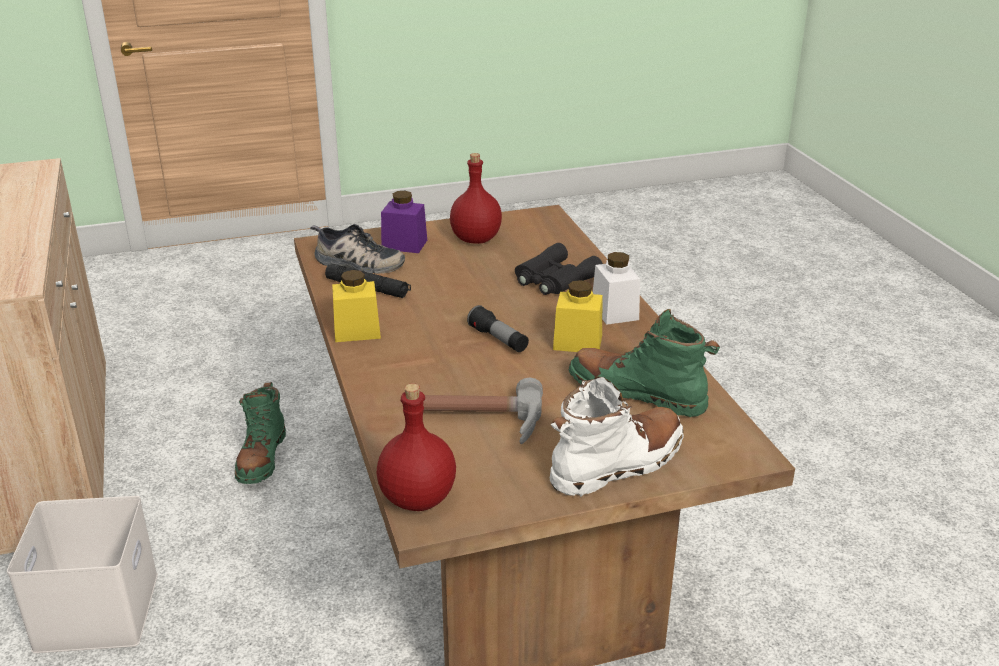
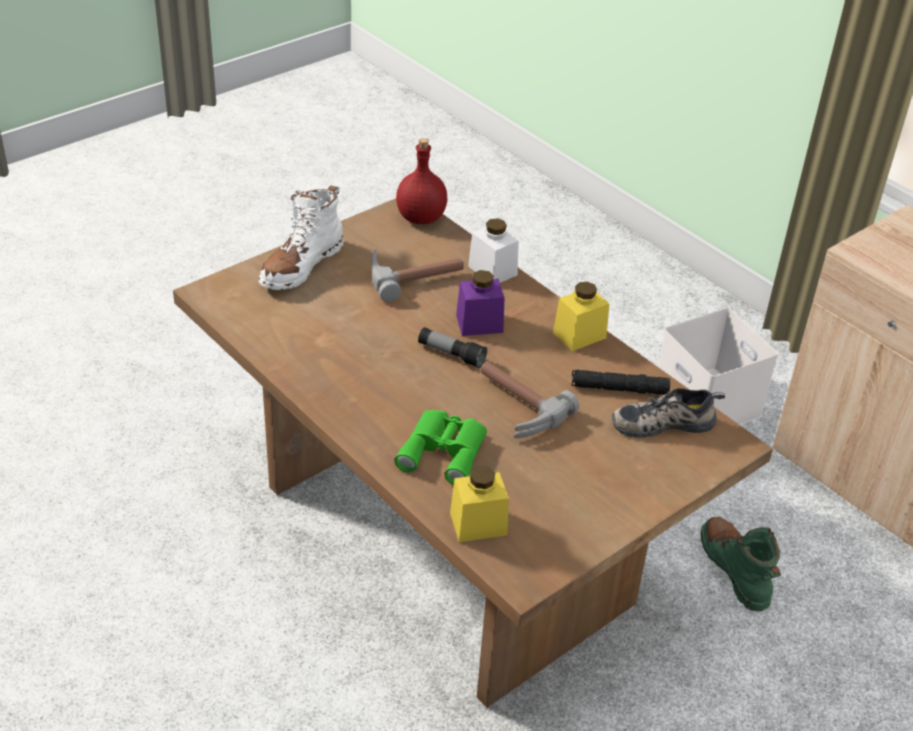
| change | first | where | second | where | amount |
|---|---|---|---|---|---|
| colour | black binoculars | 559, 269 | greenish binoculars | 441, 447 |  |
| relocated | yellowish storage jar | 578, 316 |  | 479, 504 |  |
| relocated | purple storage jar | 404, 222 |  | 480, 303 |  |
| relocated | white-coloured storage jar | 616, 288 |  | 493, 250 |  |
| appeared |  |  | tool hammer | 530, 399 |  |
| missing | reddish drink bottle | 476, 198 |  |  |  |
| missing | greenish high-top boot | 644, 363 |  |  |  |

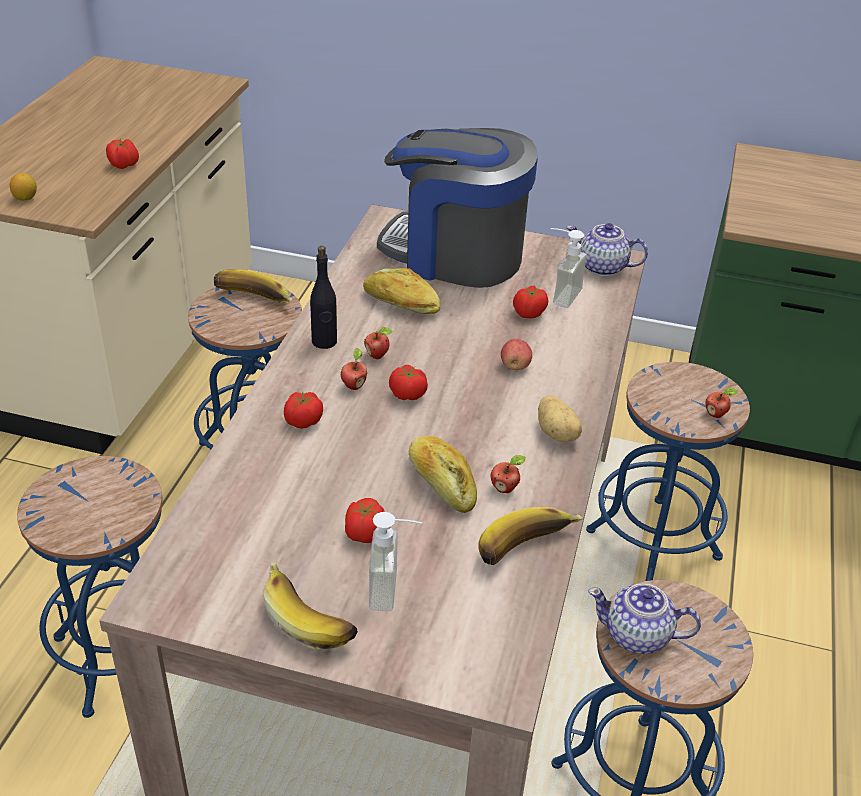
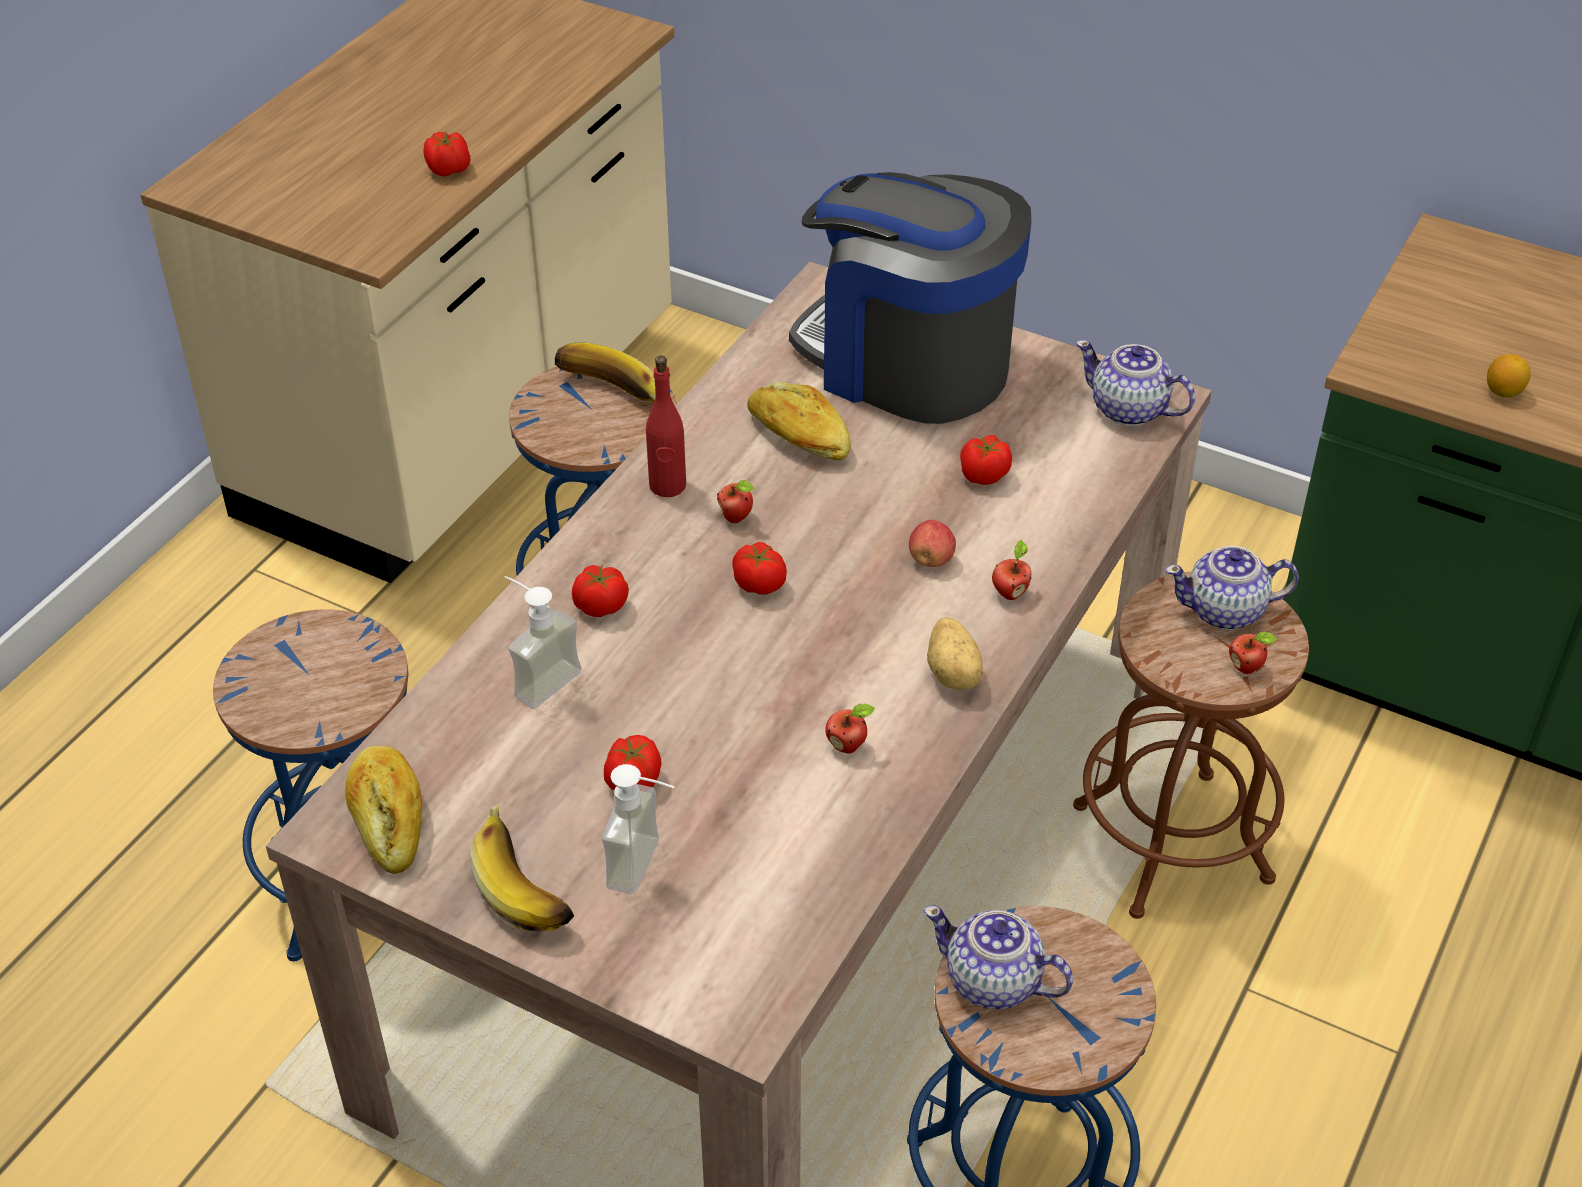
| change | first | where | second | where | amount |
|---|---|---|---|---|---|
| relocated | bread | 442, 474 |  | 383, 810 |  |
| relocated | soap bottle | 569, 268 |  | 543, 642 |  |
| colour | black drink bottle | 323, 297 | reddish drink bottle | 666, 426 |  |
| relocated | apple fruit | 354, 369 |  | 1011, 570 |  |
| colour | blue stool seat | 668, 471 | brown-coloured stool seat | 1191, 745 |  |
| appeared |  |  | teapot | 1232, 588 |  |
| relocated | whole lemon | 23, 187 |  | 1509, 375 |  |
| missing | whole banana | 530, 536 |  |  |  |

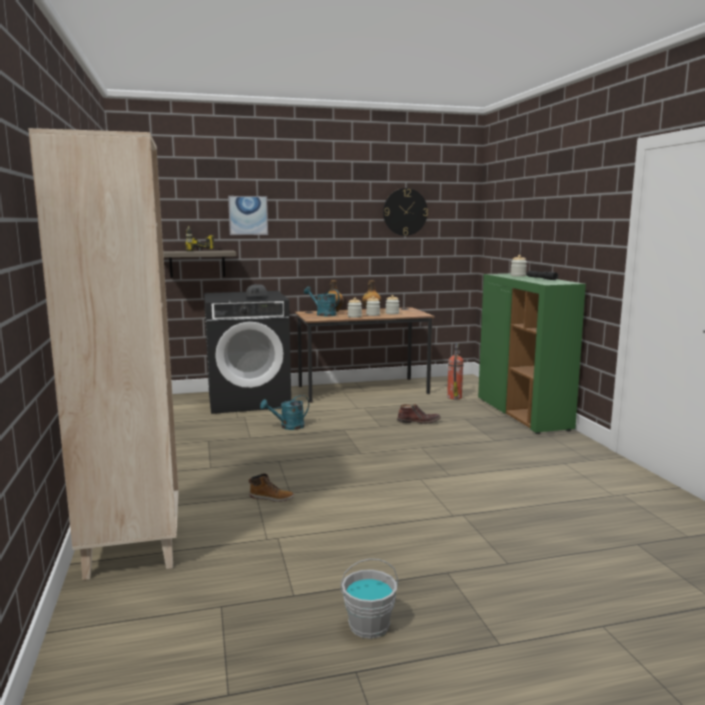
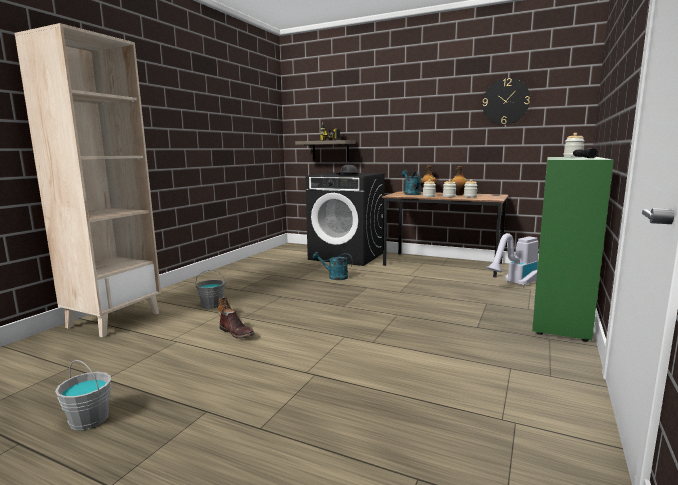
| change | first | where | second | where | amount |
|---|---|---|---|---|---|
| appeared |  |  | greyish water bucket | 210, 289 |  |
| relocated | brown-coloured high-top boot | 419, 414 |  | 237, 324 |  |
| exchanged | fire extinguisher | 455, 371 | vacuum cleaner | 512, 259 |  |
| missing | wall picture | 248, 215 |  |  |  |

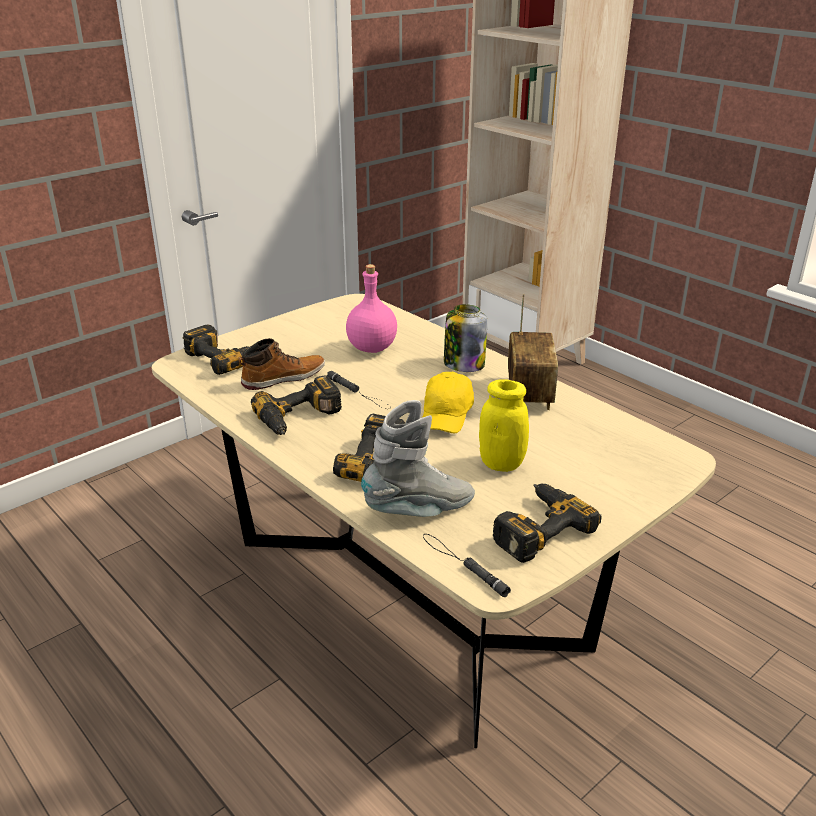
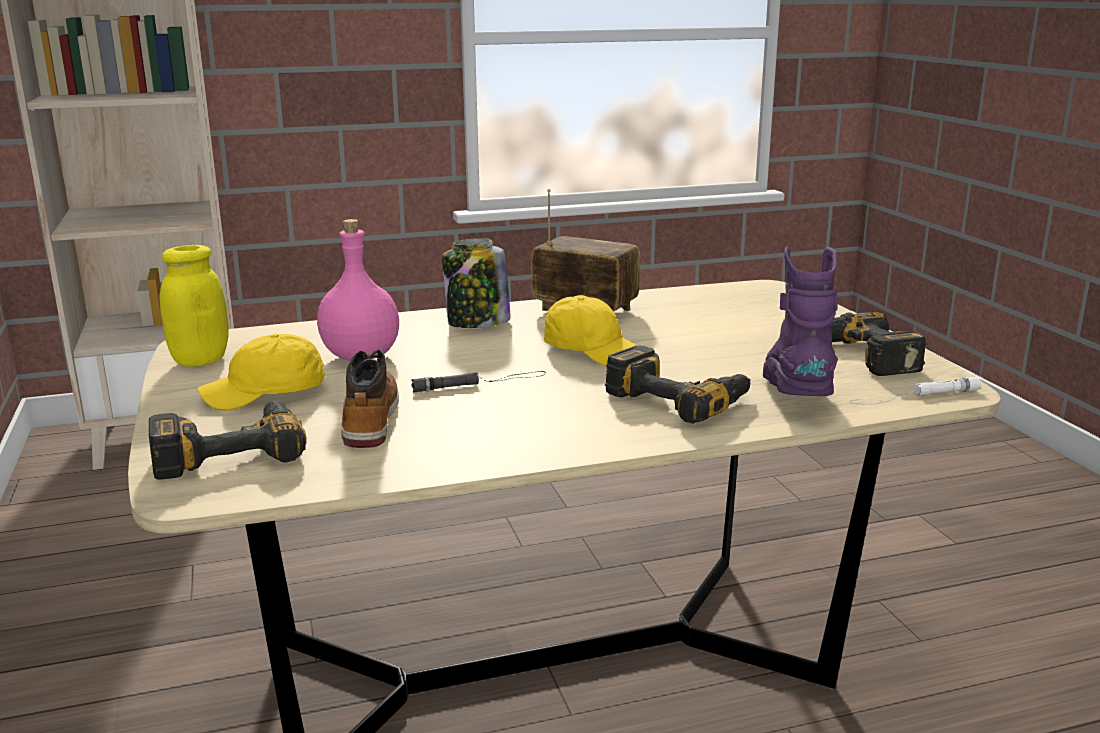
| change | first | where | second | where | amount |
|---|---|---|---|---|---|
| relocated | yellowish storage jar | 504, 425 |  | 194, 306 |  |
| appeared |  |  | yellowish cap | 261, 372 |  |
| colour | greyish high-top boot | 418, 458 | purple high-top boot | 800, 321 |  |
| colour | black hand torch | 467, 565 | white-coloured hand torch | 915, 391 |  |
| missing | drill | 296, 405 |  |  |  |

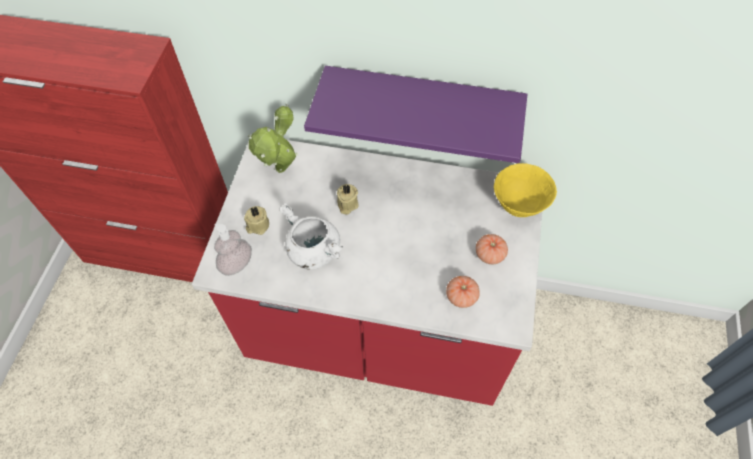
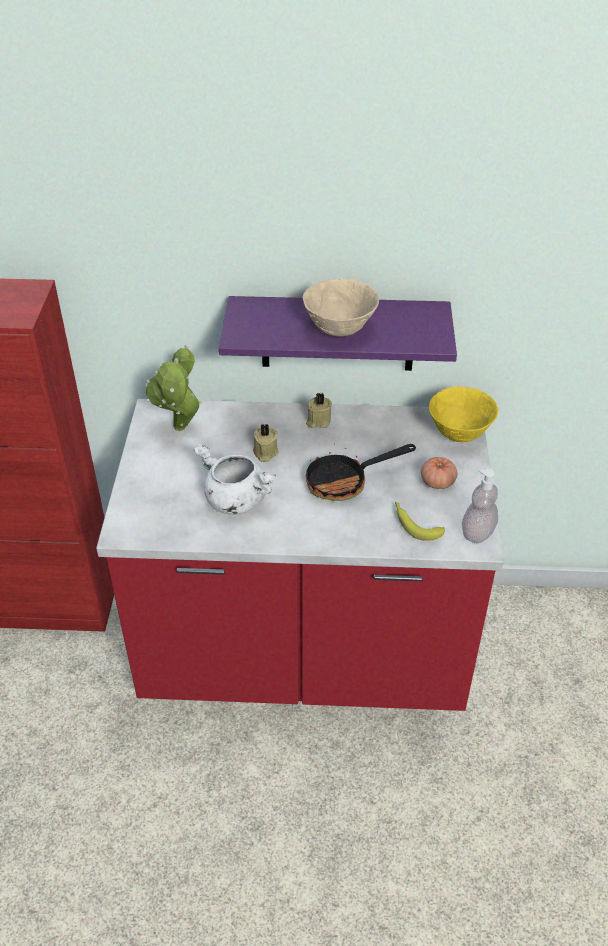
| change | first | where | second | where | amount |
|---|---|---|---|---|---|
| appeared |  |  | beige-coloured bowl | 341, 307 |  |
| relocated | beige-coloured wax light | 256, 220 |  | 319, 410 |  |
| appeared |  |  | frying pan | 361, 472 |  |
| exchanged | whole tomato | 463, 292 | whole banana | 420, 521 |  |
| relocated | soap bottle | 233, 249 |  | 480, 506 |  |

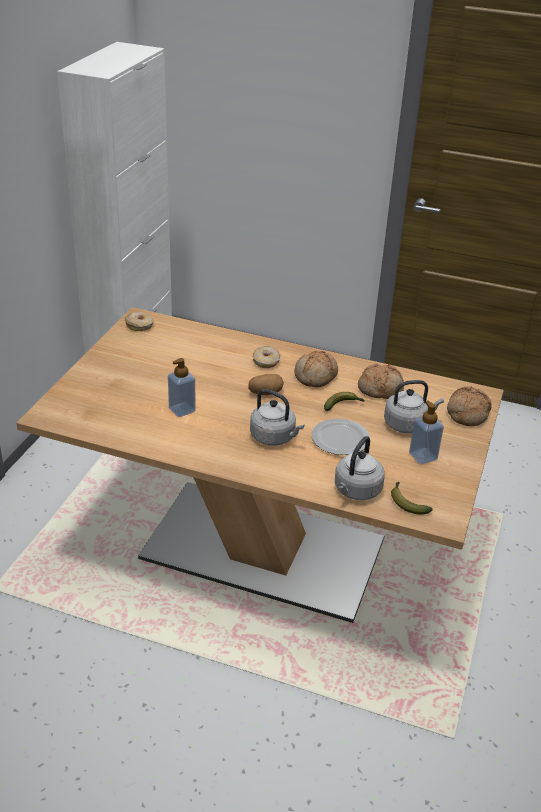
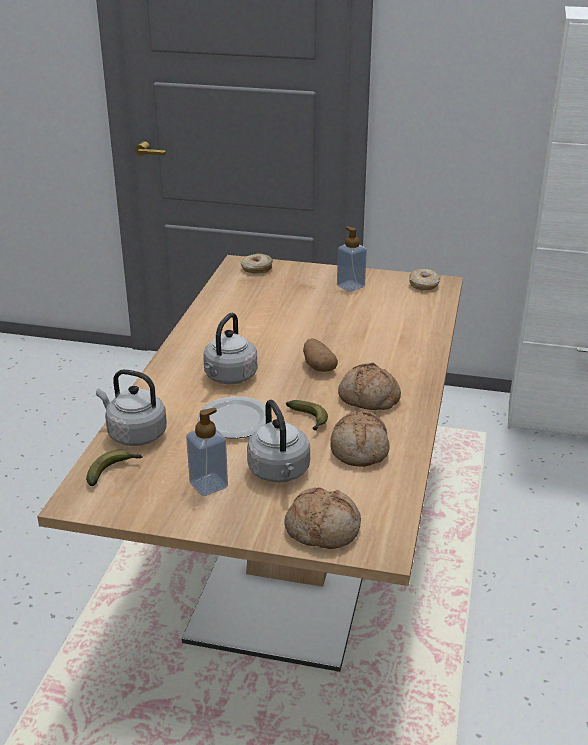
| change | first | where | second | where | amount |
|---|---|---|---|---|---|
| relocated | donut | 266, 357 |  | 257, 264 |  |
| relocated | soap bottle | 182, 387 |  | 352, 259 |  |

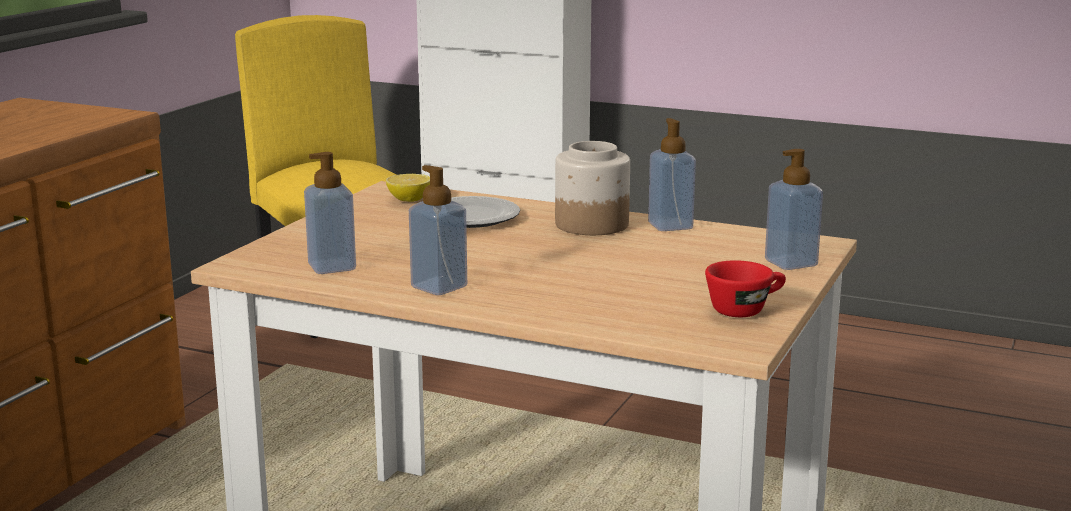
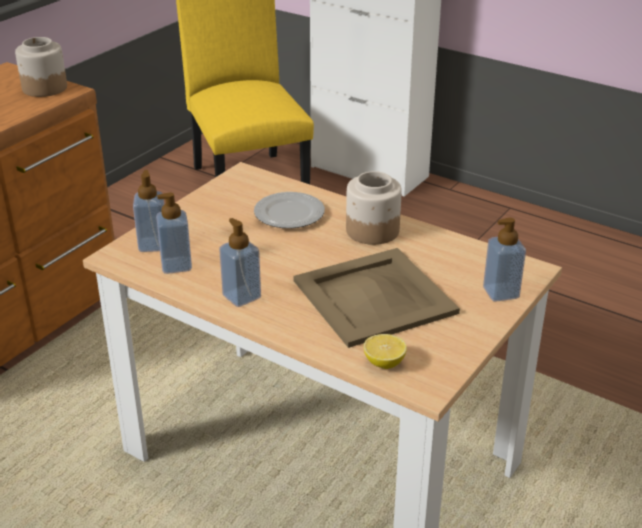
| change | first | where | second | where | amount |
|---|---|---|---|---|---|
| appeared |  |  | storage jar | 41, 67 |  |
| relocated | soap bottle | 672, 174 |  | 148, 211 |  |
| appeared |  |  | beige-coloured tray | 376, 298 |  |
| relocated | whole lemon | 408, 188 |  | 385, 351 |  |
| missing | reddish cup | 745, 288 |  |  |  |

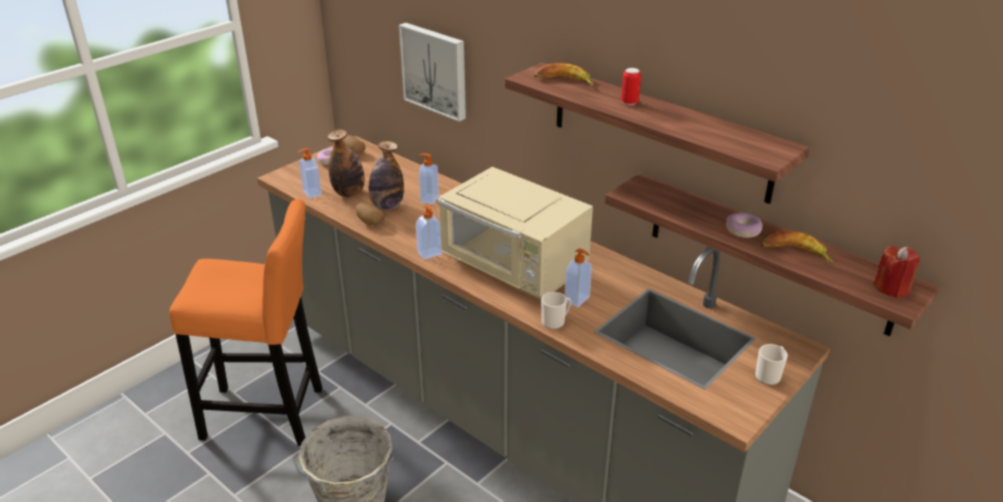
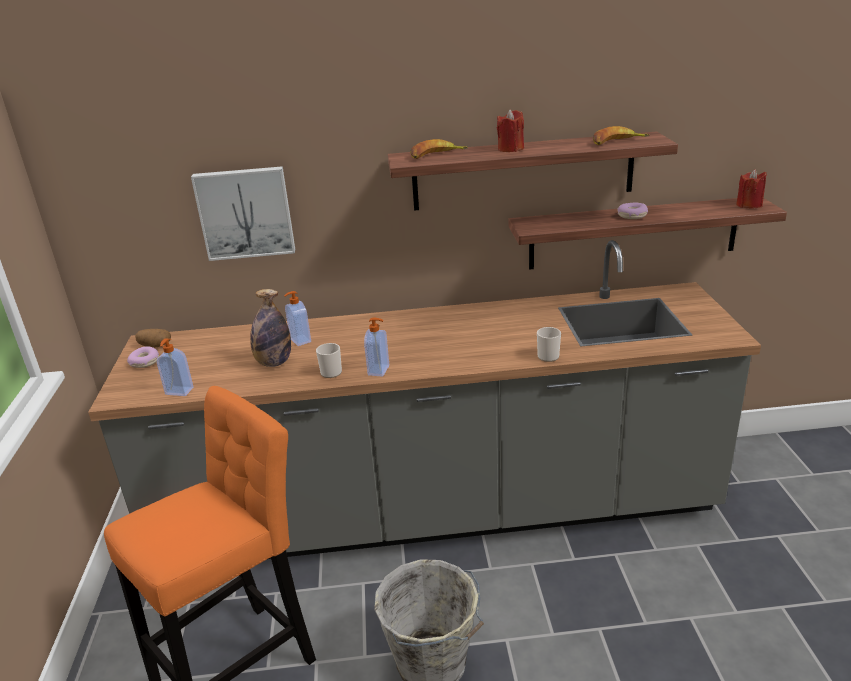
| change | first | where | second | where | amount |
|---|---|---|---|---|---|
| relocated | mug | 771, 364 |  | 329, 360 |  |
| exchanged | metal can | 631, 86 | reddish wax light | 510, 131 |  |
| relocated | whole banana | 797, 247 |  | 621, 135 |  |
| missing | drink bottle | 346, 163 |  |  |  |
| missing | potato | 370, 214 |  |  |  |
| missing | beige-coloured microwave | 515, 233 |  |  |  |
| missing | soap bottle | 578, 278 |  |  |  |

